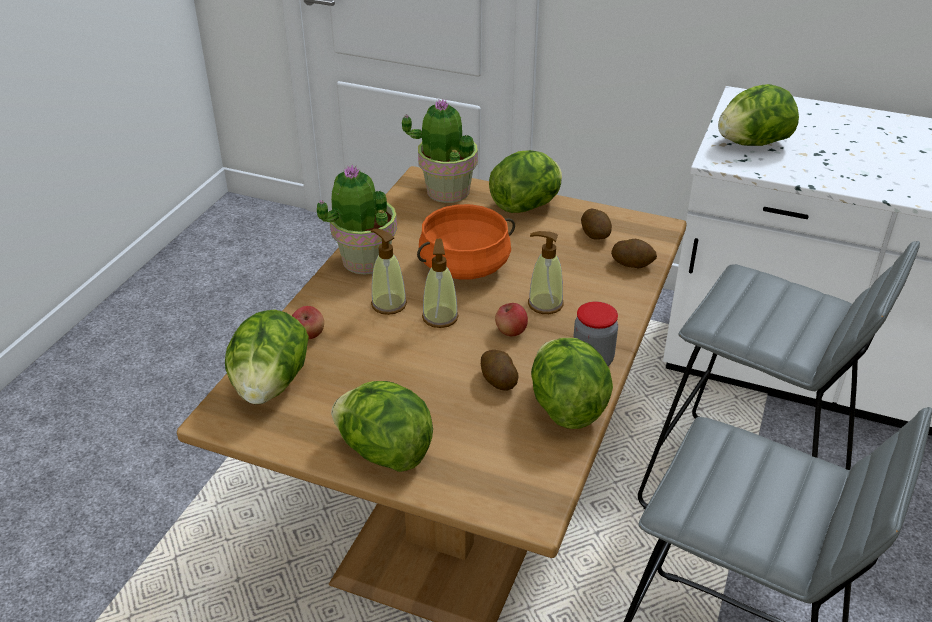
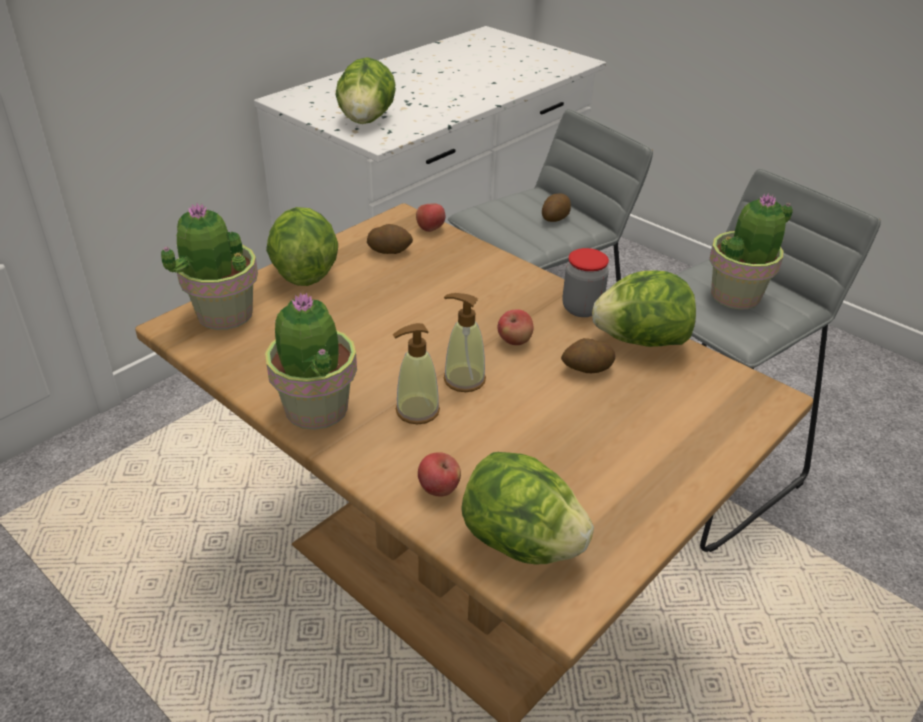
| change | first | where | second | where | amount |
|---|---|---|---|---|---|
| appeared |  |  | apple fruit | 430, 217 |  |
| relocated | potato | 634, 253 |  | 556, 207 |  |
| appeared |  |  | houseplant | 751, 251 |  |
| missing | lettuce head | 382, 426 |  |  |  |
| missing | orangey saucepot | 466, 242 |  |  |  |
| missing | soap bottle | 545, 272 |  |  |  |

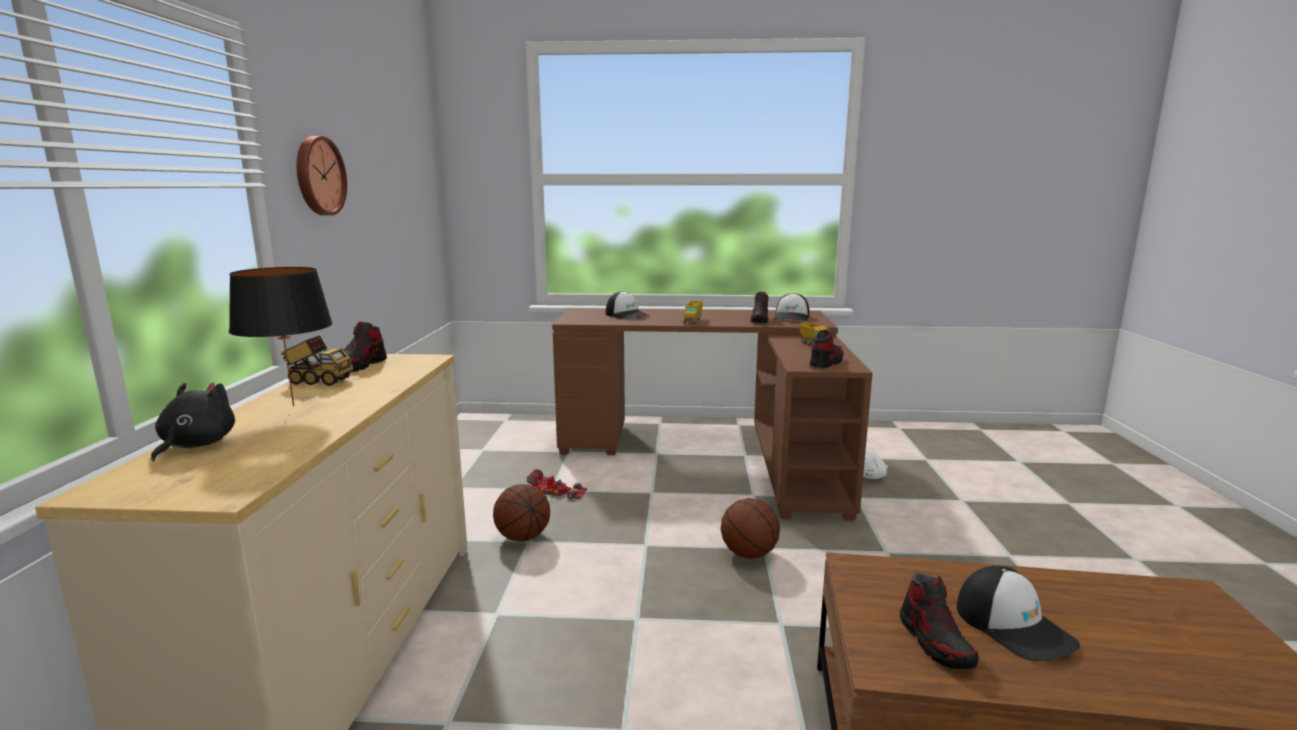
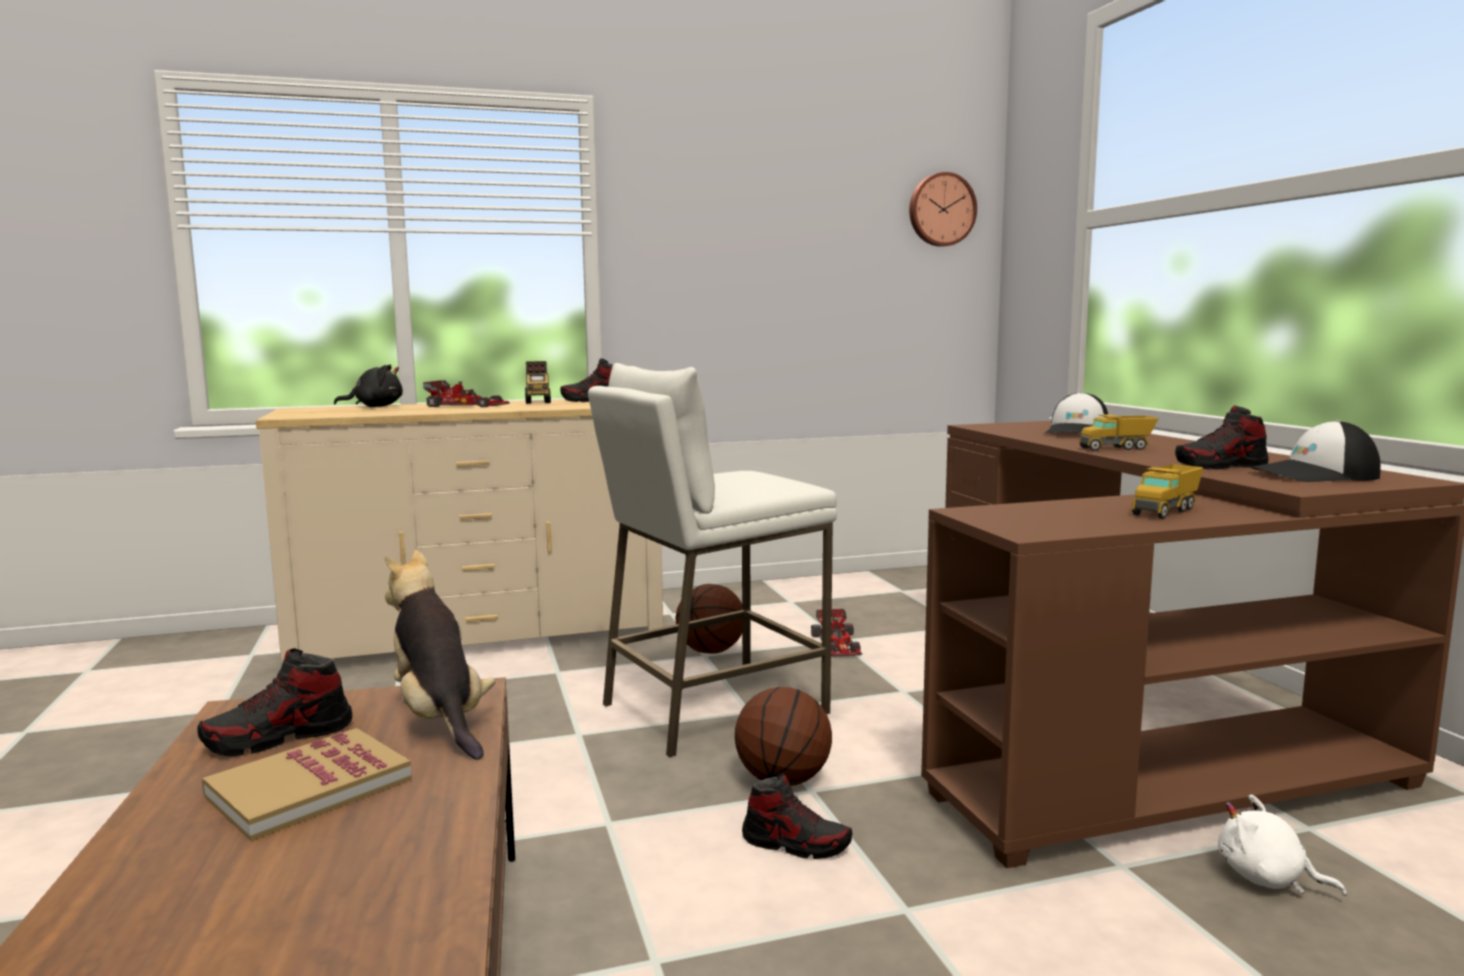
| change | first | where | second | where | amount |
|---|---|---|---|---|---|
| exchanged | cap | 1018, 613 | volume | 307, 784 |  |
| appeared |  |  | plush toy | 440, 654 |  |
| exchanged | black table lamp | 281, 336 | model car | 466, 393 |  |
| appeared |  |  | white-coloured stool seat | 712, 560 |  |
| relocated | shoe | 827, 349 |  | 797, 816 |  |
| relocated | hanging clock | 322, 176 |  | 943, 209 |  |

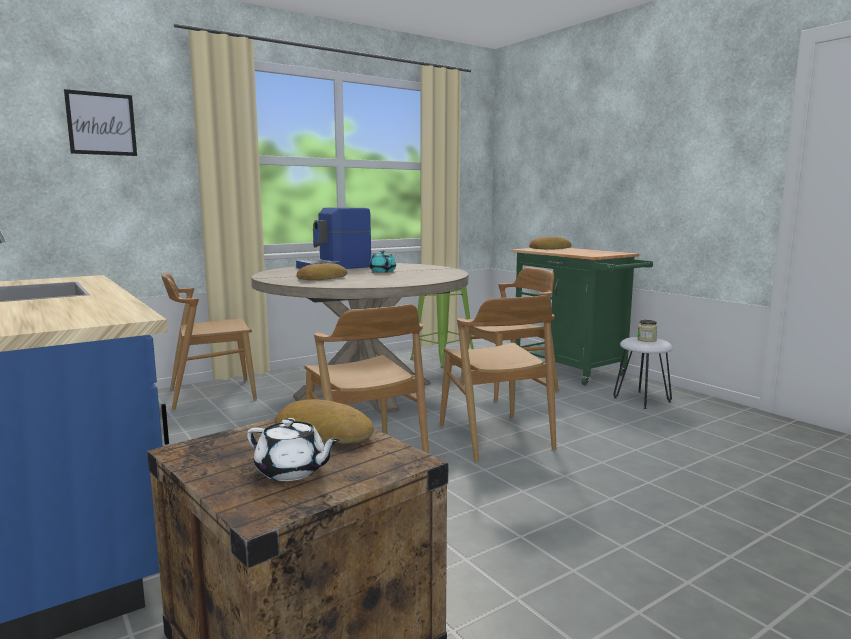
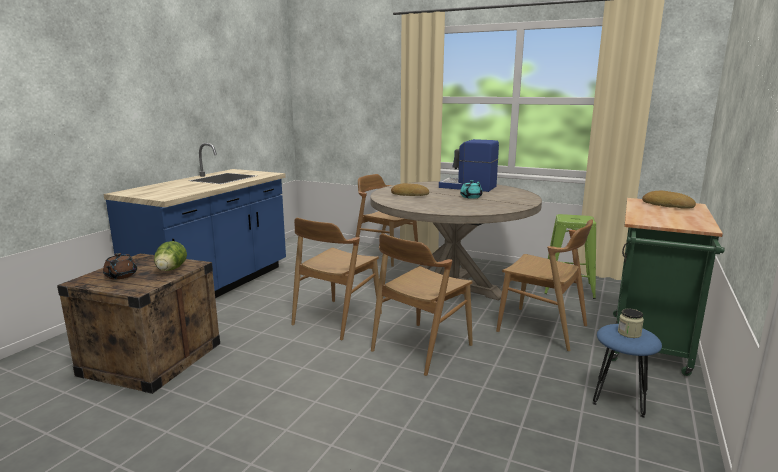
| change | first | where | second | where | amount |
|---|---|---|---|---|---|
| colour | white-coloured teapot | 293, 449 | brown-coloured teapot | 120, 266 |  |
| exchanged | bread | 324, 421 | lettuce head | 170, 256 |  |
| colour | white-coloured stool seat | 643, 373 | blue stool seat | 627, 371 |  |
| missing | wall picture | 100, 122 |  |  |  |

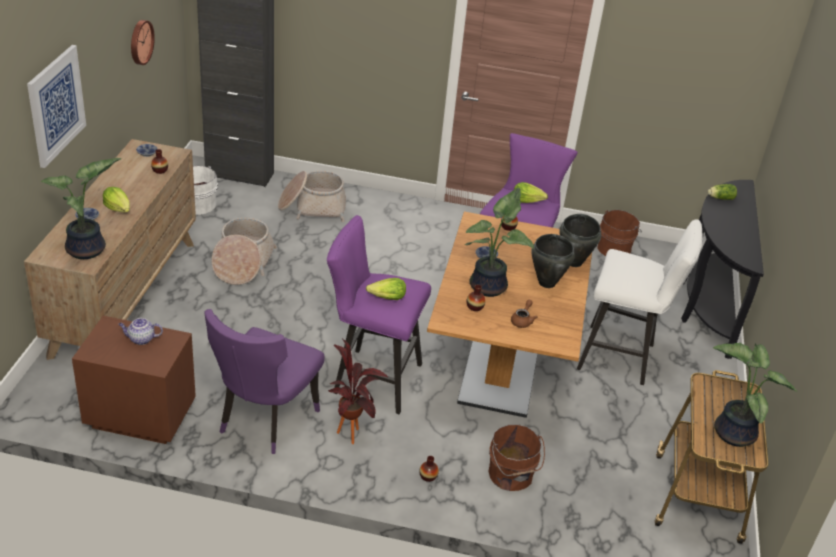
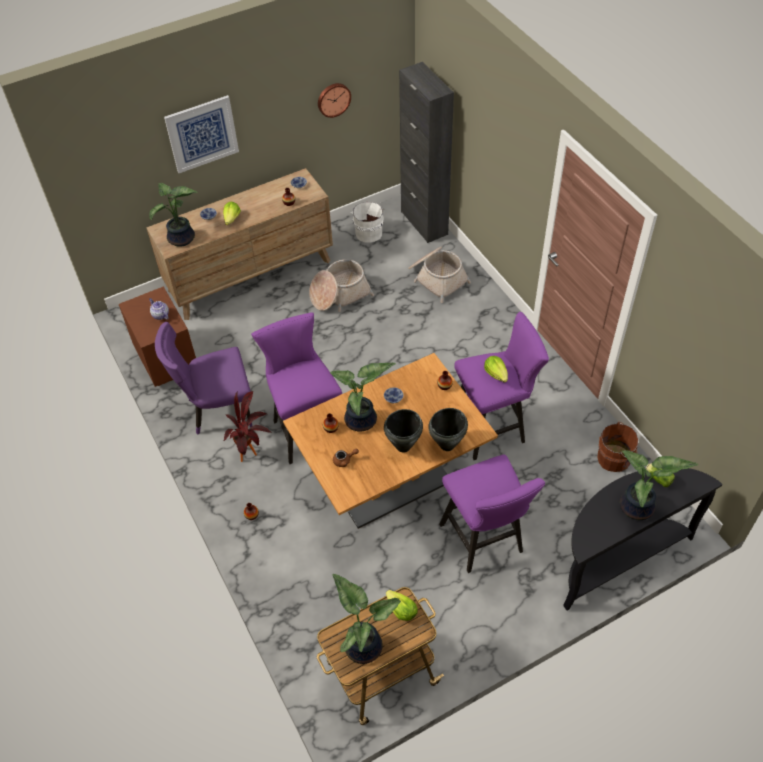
| change | first | where | second | where | amount |
|---|---|---|---|---|---|
| relocated | lettuce head | 386, 289 |  | 402, 605 |  |
| colour | white-coloured stool seat | 640, 302 | purple stool seat | 492, 513 |  |
| appeared |  |  | houseplant | 659, 485 |  |
| missing | brown-coloured water bucket | 516, 457 |  |  |  |

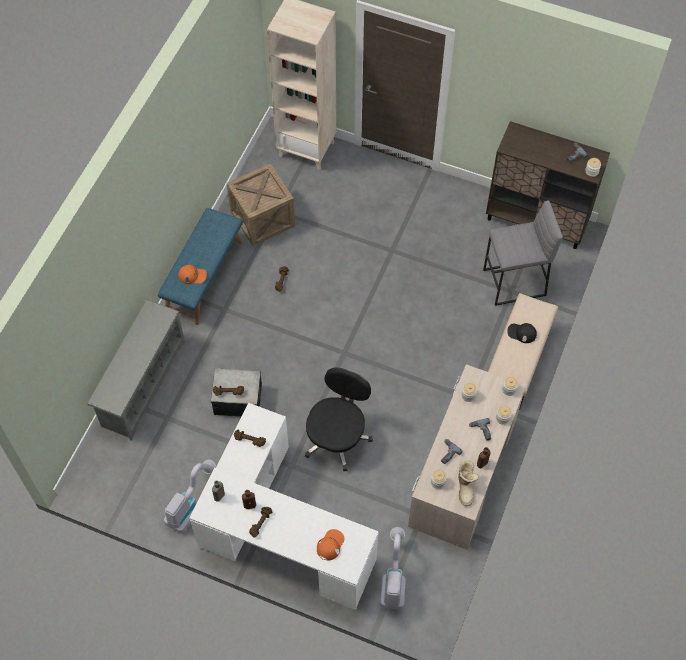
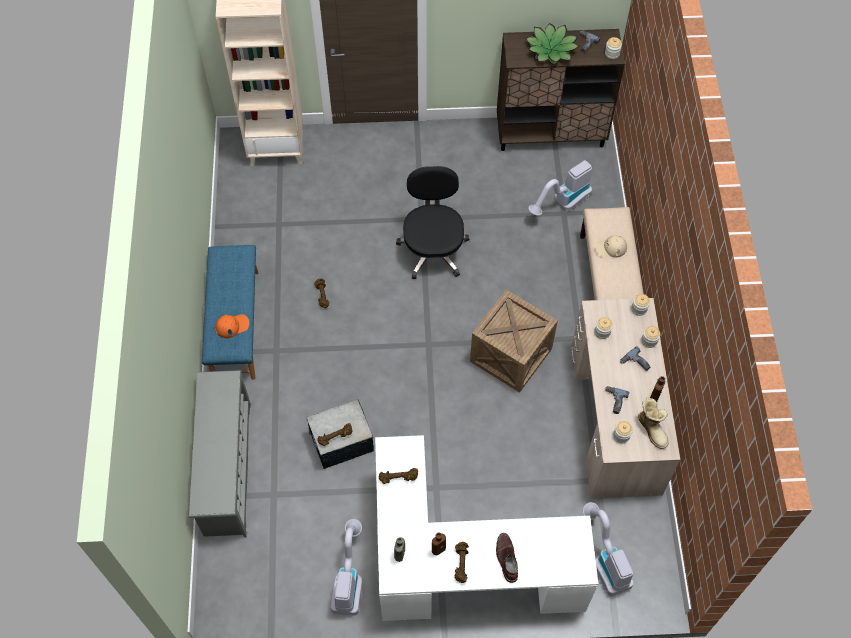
| change | first | where | second | where | amount |
|---|---|---|---|---|---|
| relocated | black computer chair | 339, 419 |  | 432, 222 |  |
| relocated | packing crate | 261, 205 |  | 514, 341 |  |
| appeared |  |  | brown-coloured high-top boot | 507, 558 |  |
| appeared |  |  | houseplant | 552, 44 |  |
| exchanged | greyish stool seat | 523, 253 | vacuum cleaner | 560, 188 |  |
| colour | black cap | 522, 333 | beige-coloured cap | 610, 246 |  |
| missing | orangey cap | 331, 545 |  |  |  |

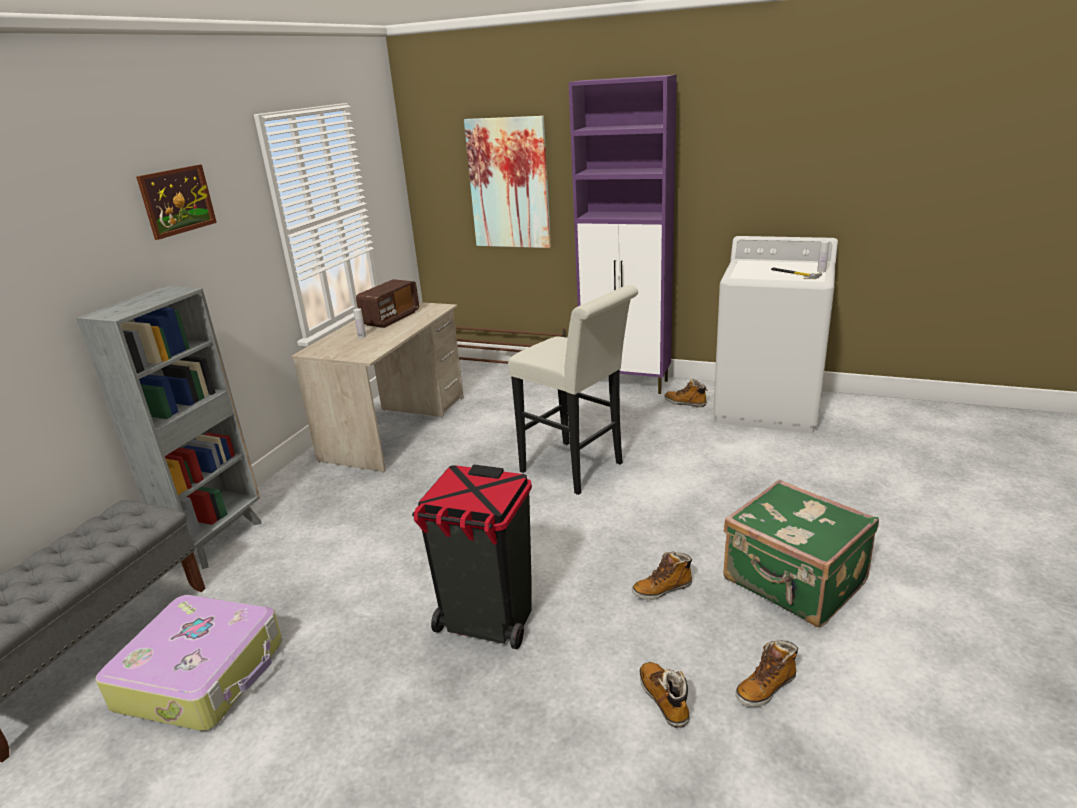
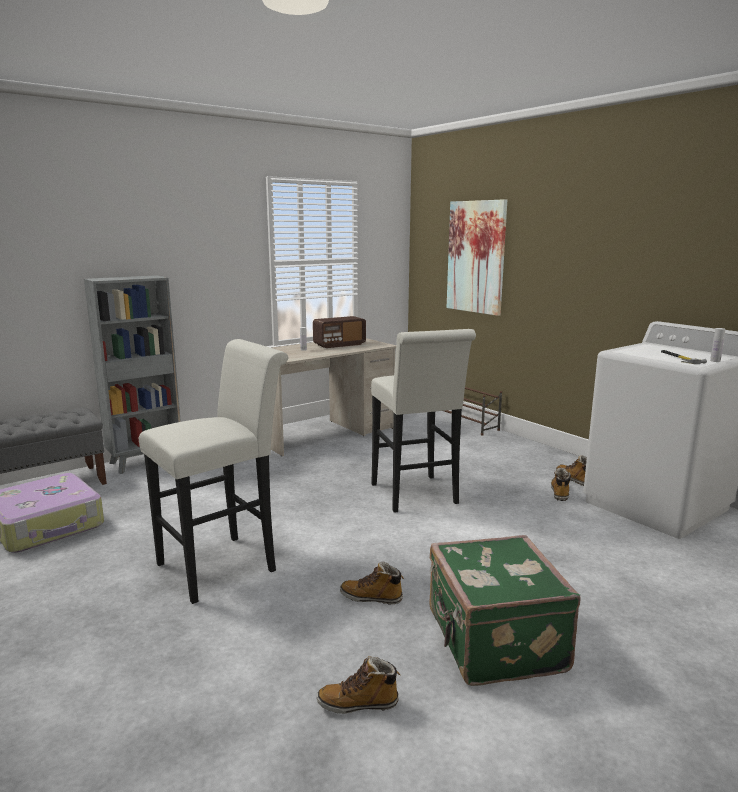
| change | first | where | second | where | amount |
|---|---|---|---|---|---|
| exchanged | black rubbish bin | 472, 556 | white-coloured stool seat | 213, 471 |  |
| relocated | high-top boot | 664, 695 |  | 561, 484 |  |
| missing | wall picture | 176, 202 |  |  |  |
| missing | purple cupboard | 623, 234 |  |  |  |

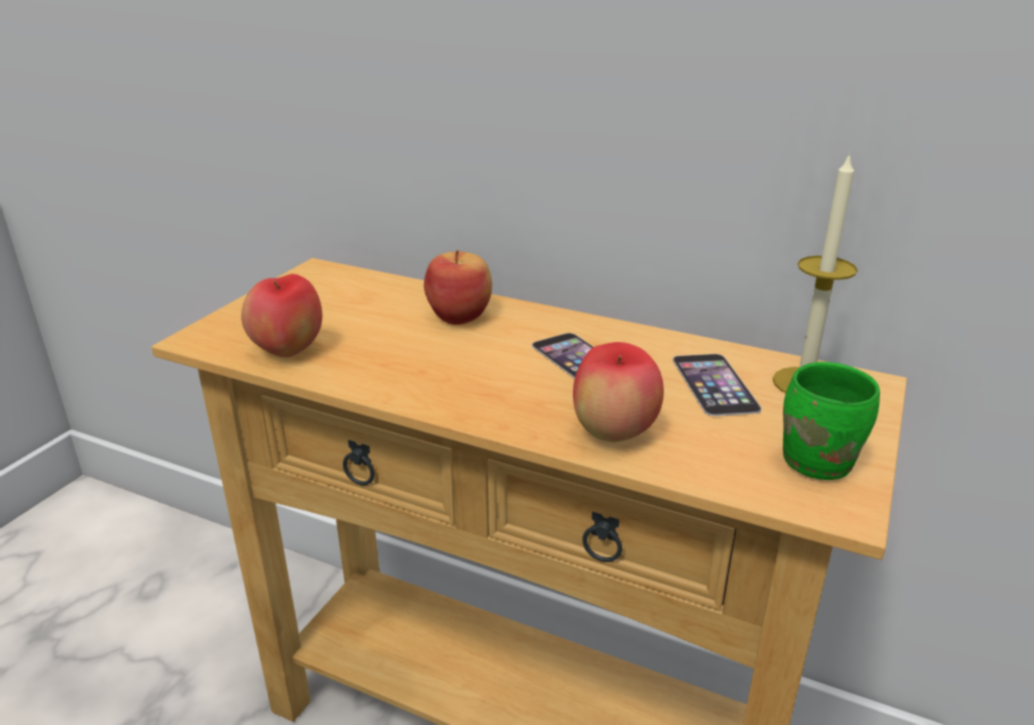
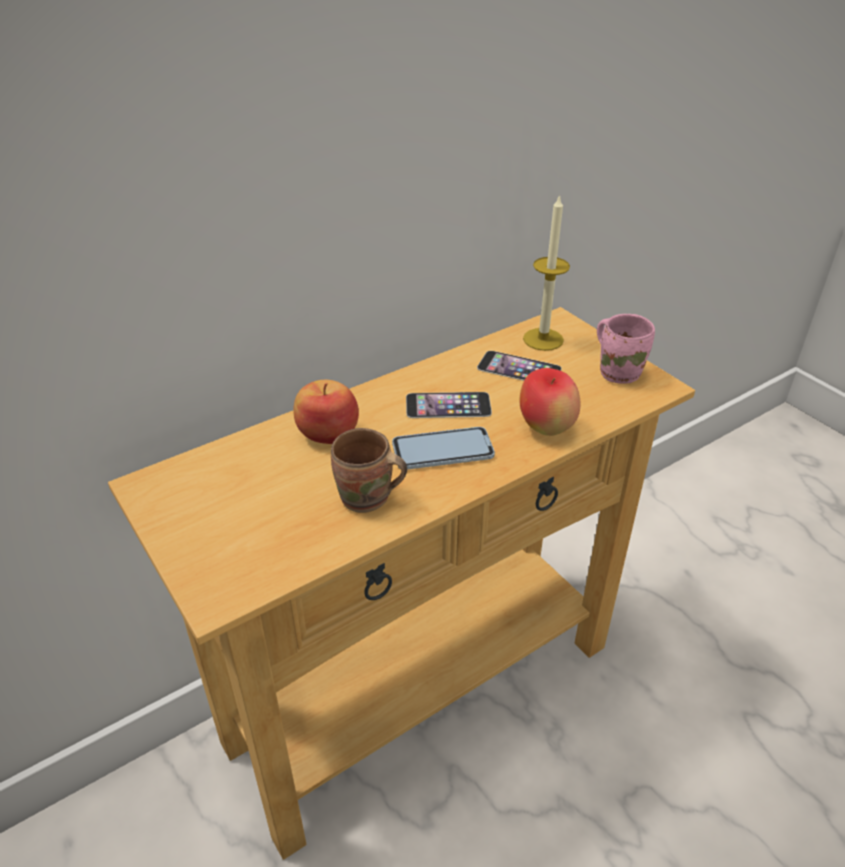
| change | first | where | second | where | amount |
|---|---|---|---|---|---|
| appeared |  |  | brown-coloured mug | 369, 470 |  |
| appeared |  |  | phone | 443, 448 |  |
| colour | greenish mug | 831, 421 | pink mug | 626, 349 |  |
| missing | apple fruit | 281, 315 |  |  |  |

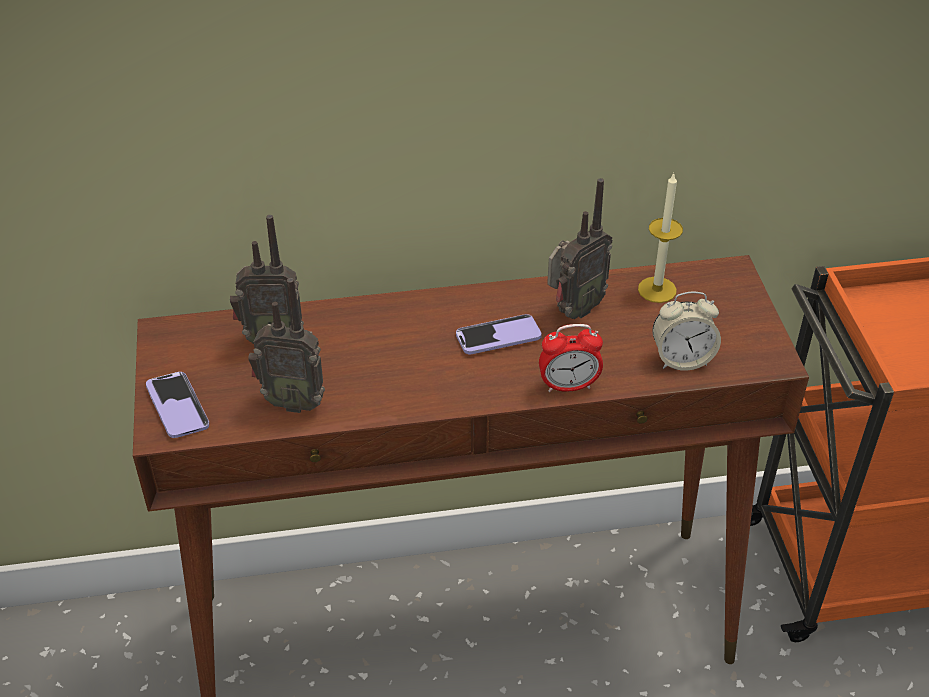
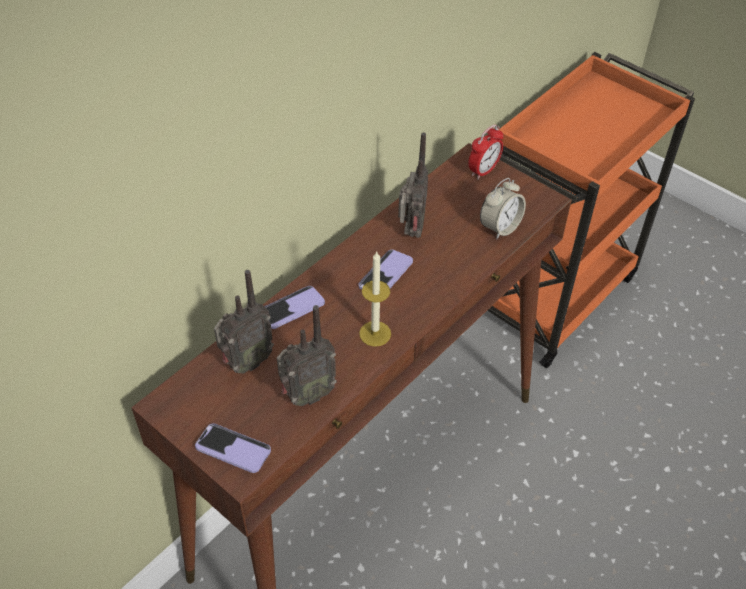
| change | first | where | second | where | amount |
|---|---|---|---|---|---|
| appeared |  |  | phone | 294, 307 |  |
| relocated | wax light | 660, 238 |  | 375, 299 |  |
| relocated | table clock | 571, 358 |  | 486, 152 |  |

